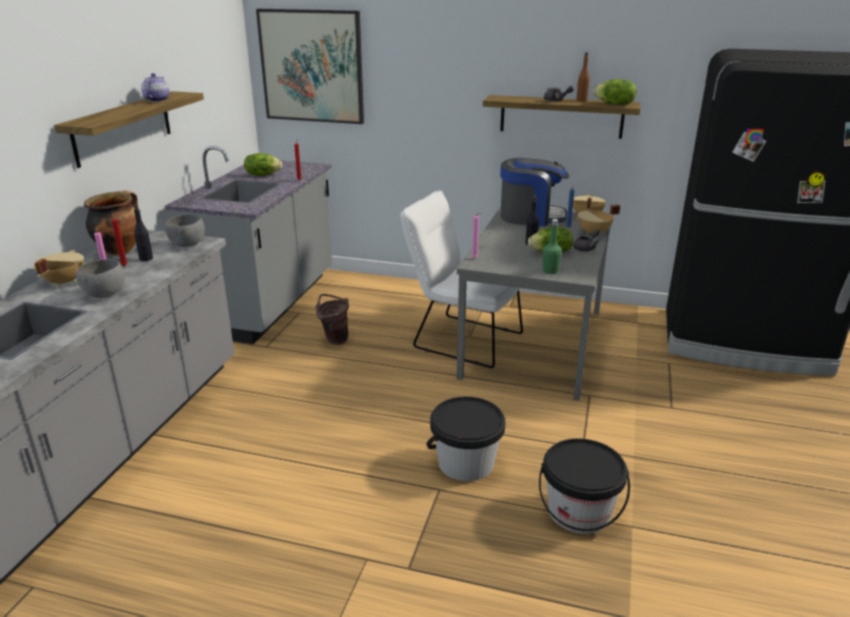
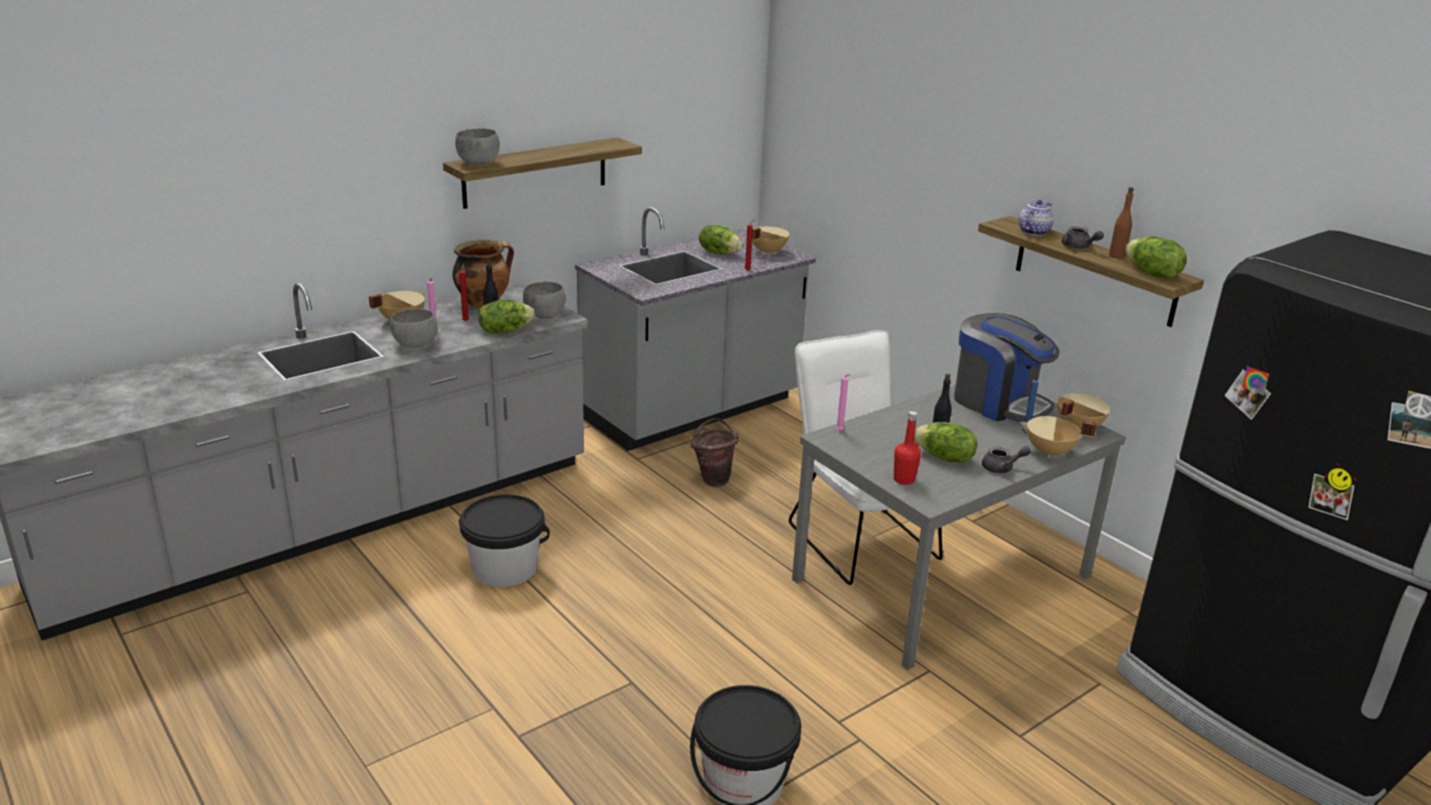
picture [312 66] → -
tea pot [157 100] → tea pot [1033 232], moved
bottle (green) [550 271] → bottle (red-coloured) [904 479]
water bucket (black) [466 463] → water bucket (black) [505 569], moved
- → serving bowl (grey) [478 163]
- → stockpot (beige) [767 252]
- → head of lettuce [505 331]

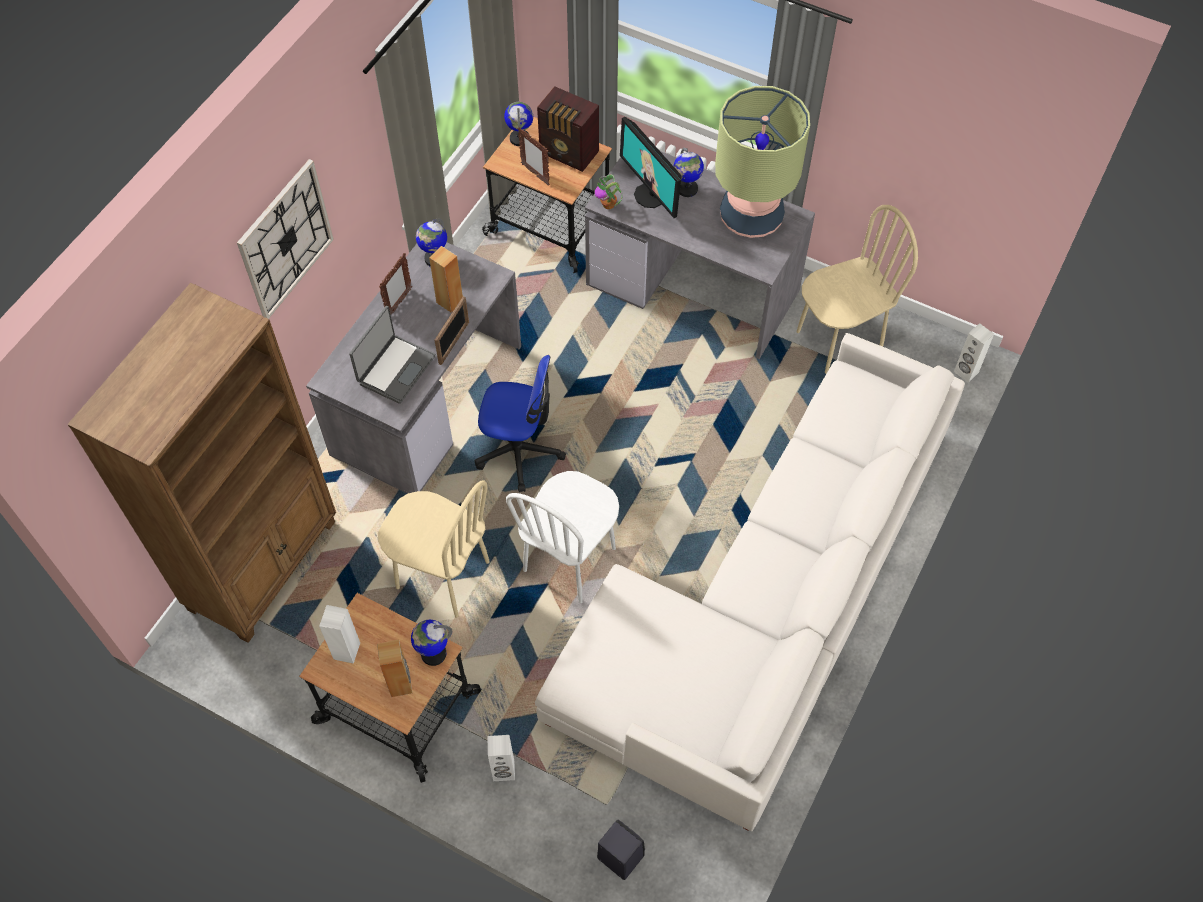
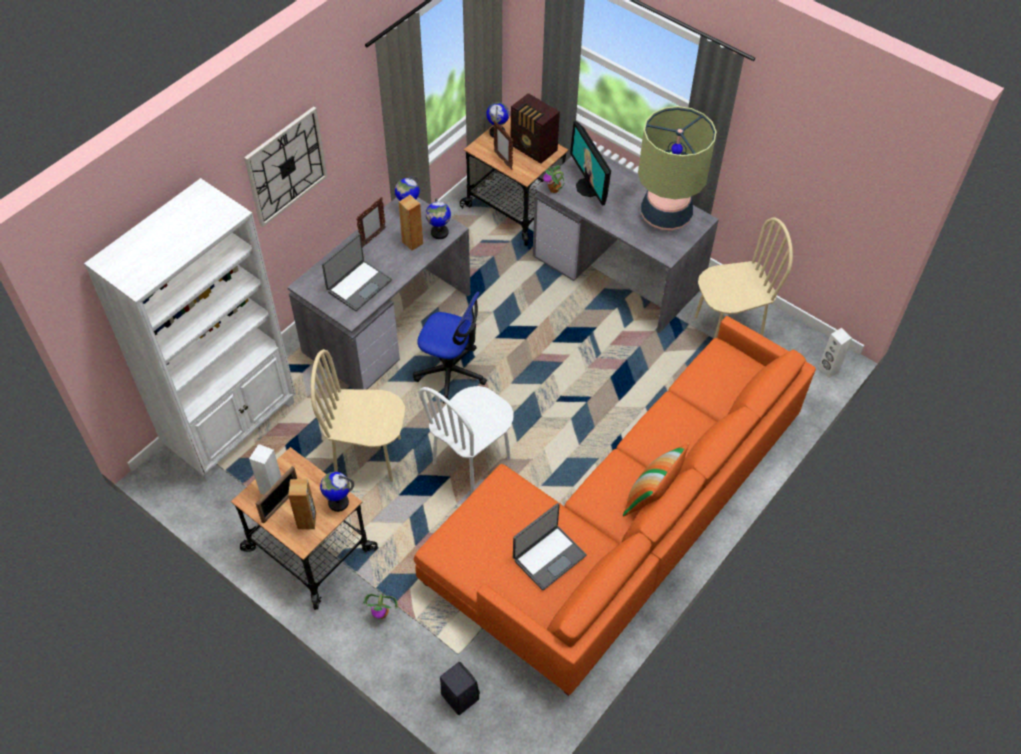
desk globe [687 189] → desk globe [439 233], moved
bookcase (brown) [264 565] → bookcase (white) [232 425]
photo frame [454 343] → photo frame [281 504], moved
sofa (white) [764 607] → sofa (orange-coloured) [620 524]
plain chair (beige) [442 576] → plain chair (beige) [368 457], 150 degrees clockwise
loudspeaker (white) [504 771] → potted plant [382 613]
- → throw pillow [651 497]
- → laptop [548 556]

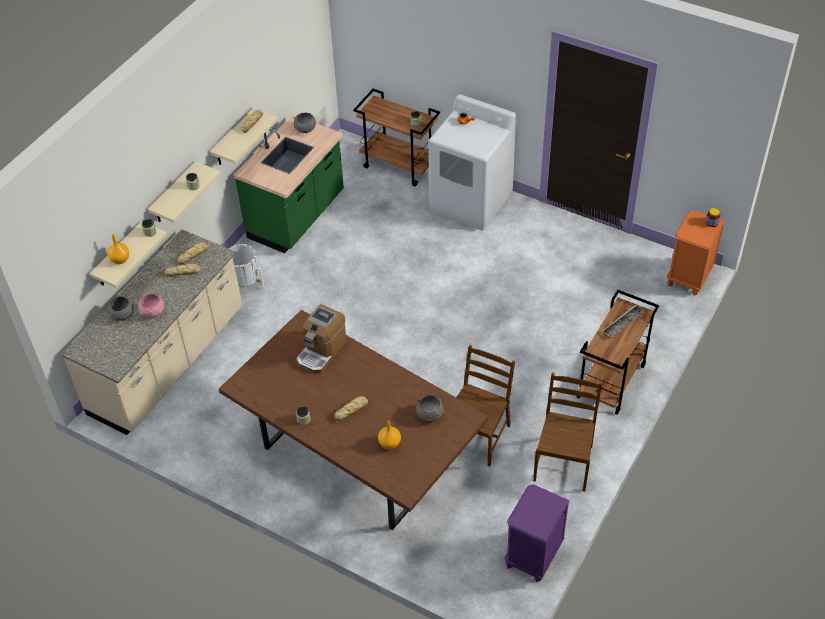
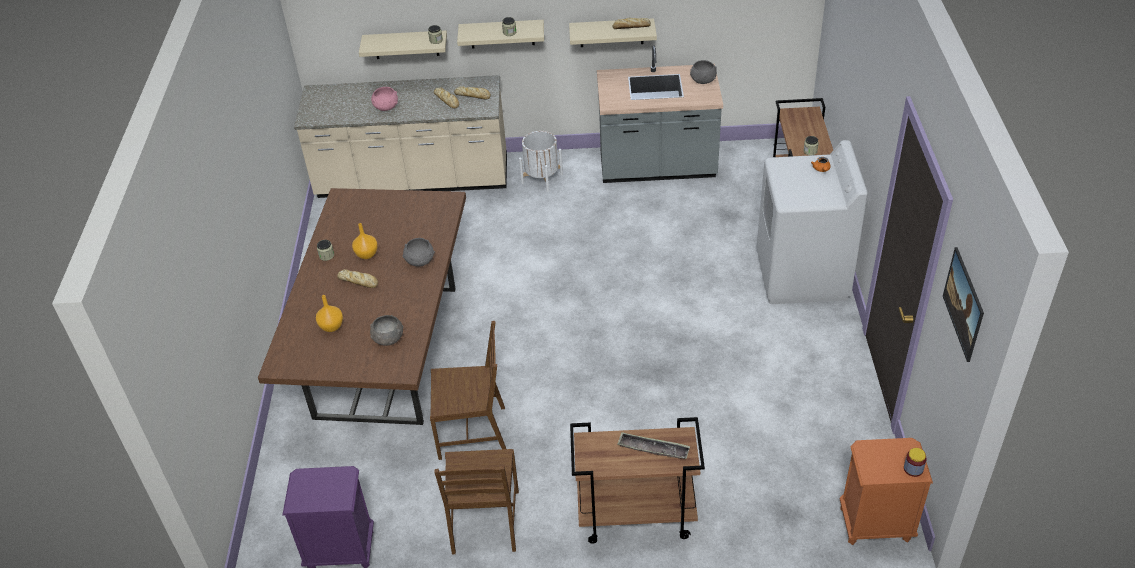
kitchen base unit (green) [297 217] → kitchen base unit (grey) [657 168]
flower vase (orange-coloured) [120 260] → flower vase (orange-coloured) [366 255], moved
serving bowl (grey) [122 315] → serving bowl (grey) [420 261], moved
coffee machine [321 351] → -
plain chair (brown) [563 462] → plain chair (brown) [485 522], 105 degrees clockwise
- → picture [960 316]

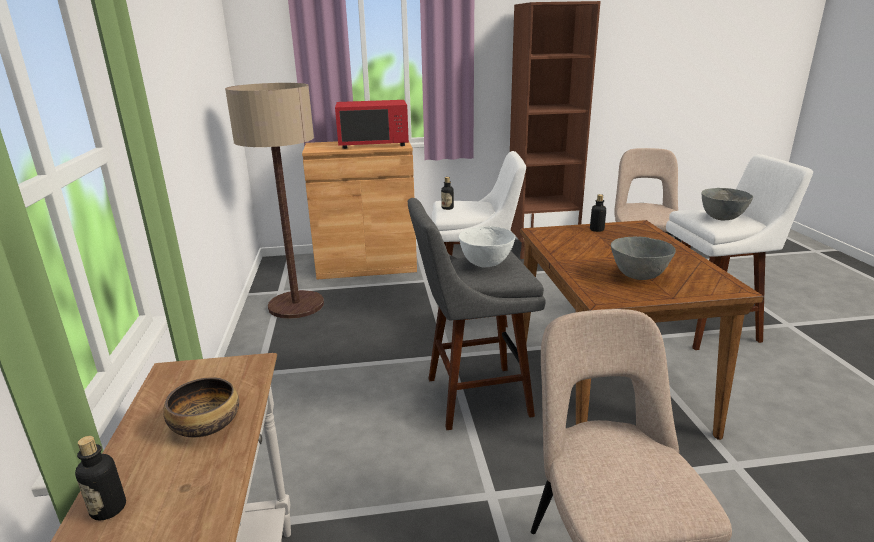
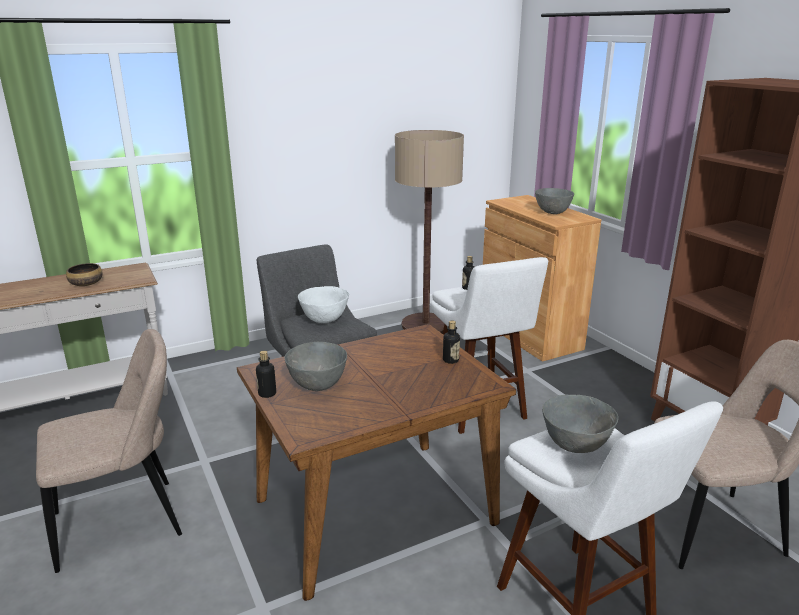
microwave oven (red-coloured) [373 143] → serving bowl (grey) [553 213]
bottle [108 508] → bottle [267 393], moved

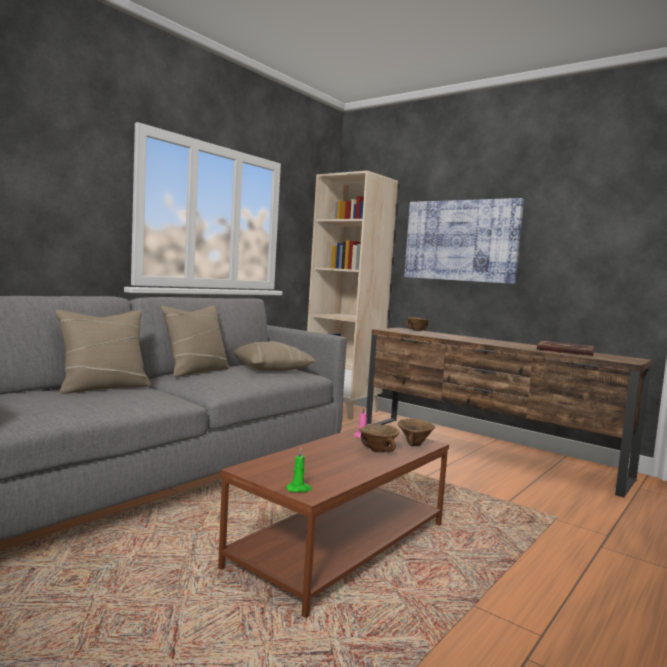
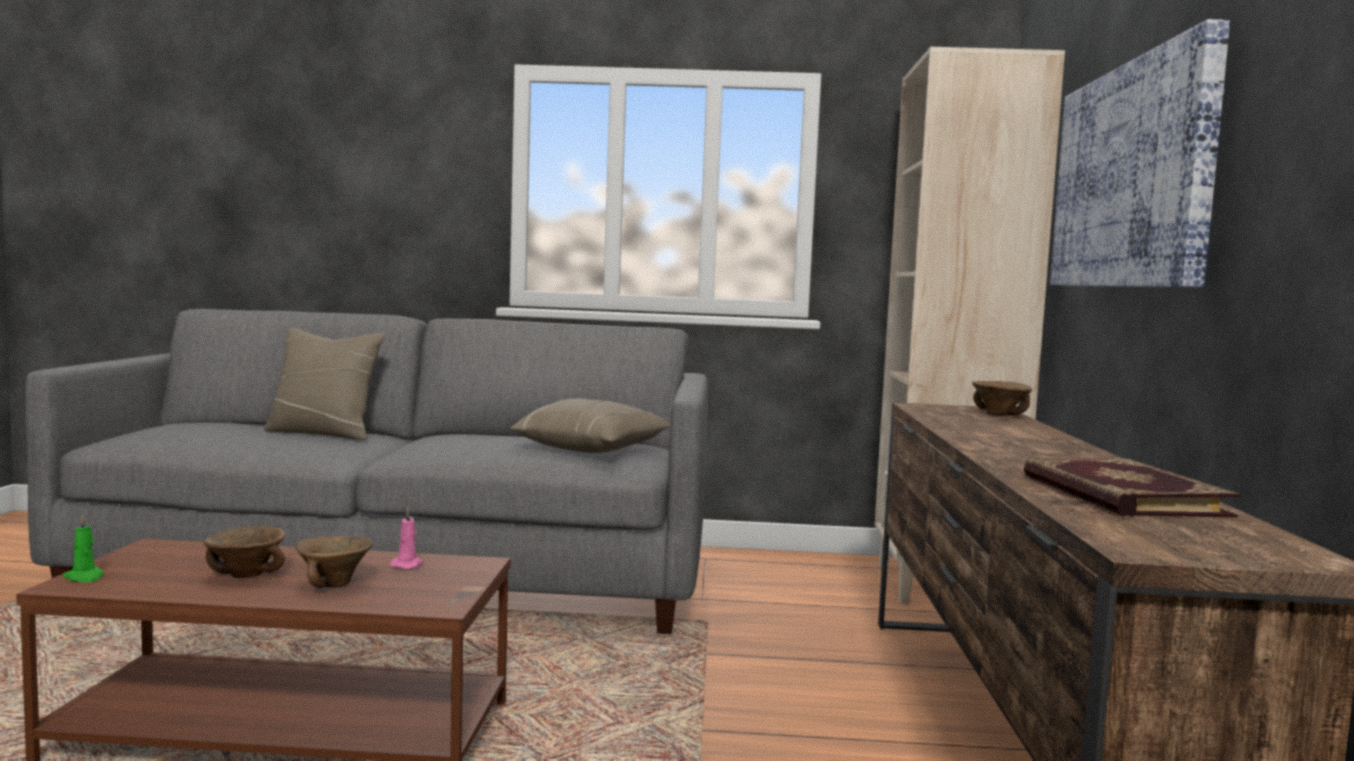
throw pillow (beige) [196 371] → -
serving bowl (brown) [414 444] → serving bowl (brown) [247 575], moved

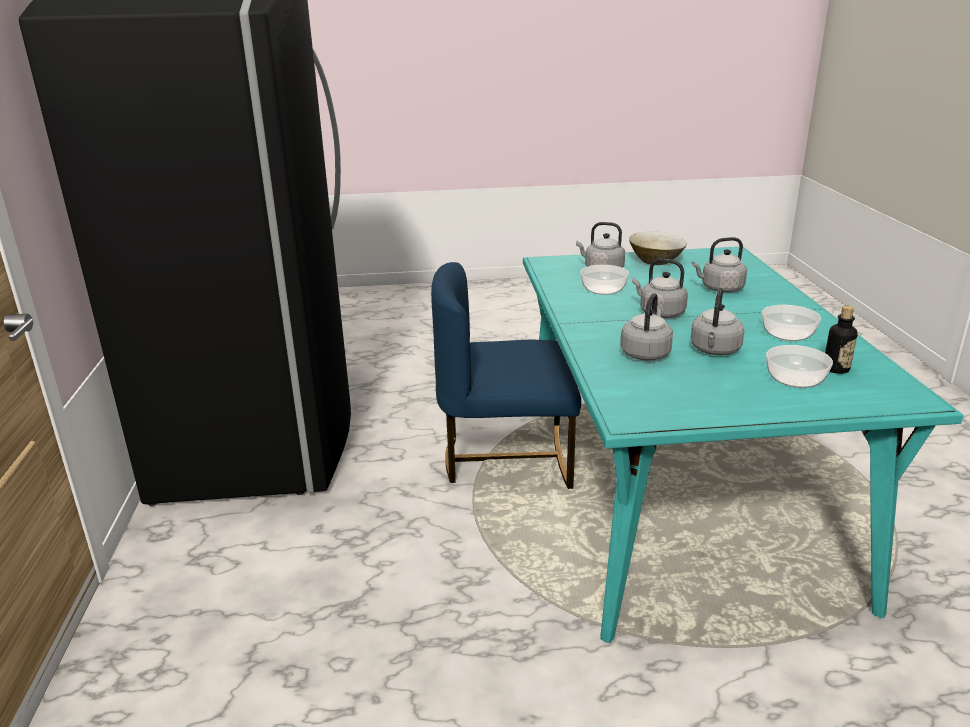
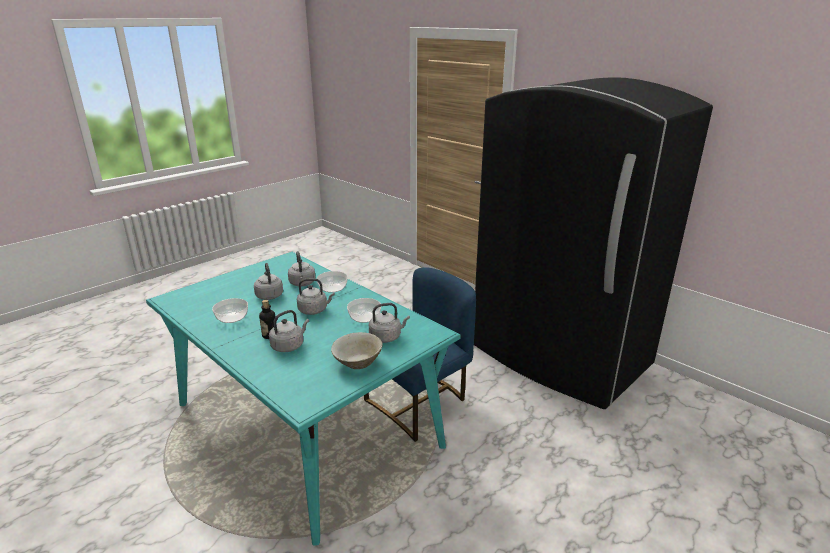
bottle [836 369] → bottle [269 335], moved
serving bowl [795 380] → serving bowl [333 288], moved

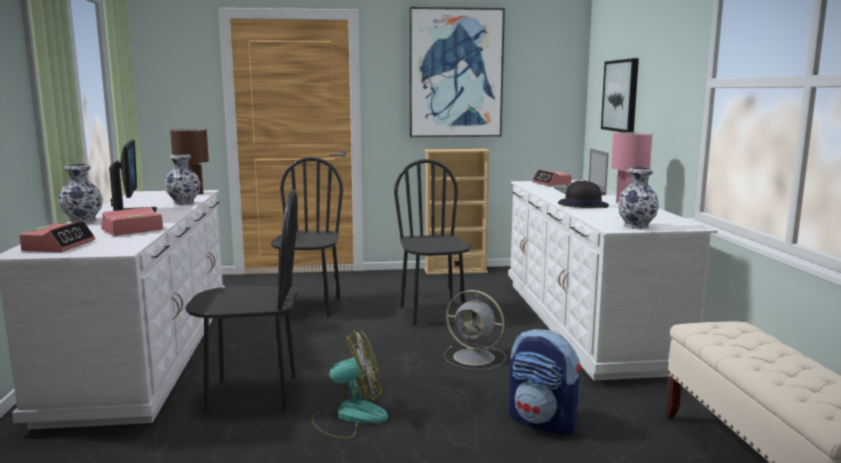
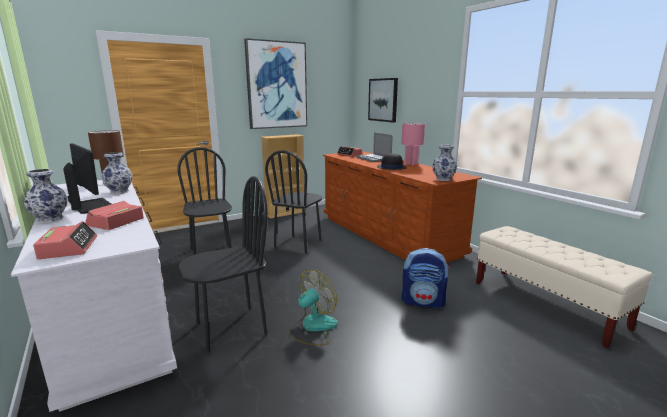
plain chair (black) [433 313] → plain chair (black) [298 244], 120 degrees counterclockwise
drawer chest (white) [584 322] → drawer chest (brown) [386 235]
electric fan (grey) [475 357] → -

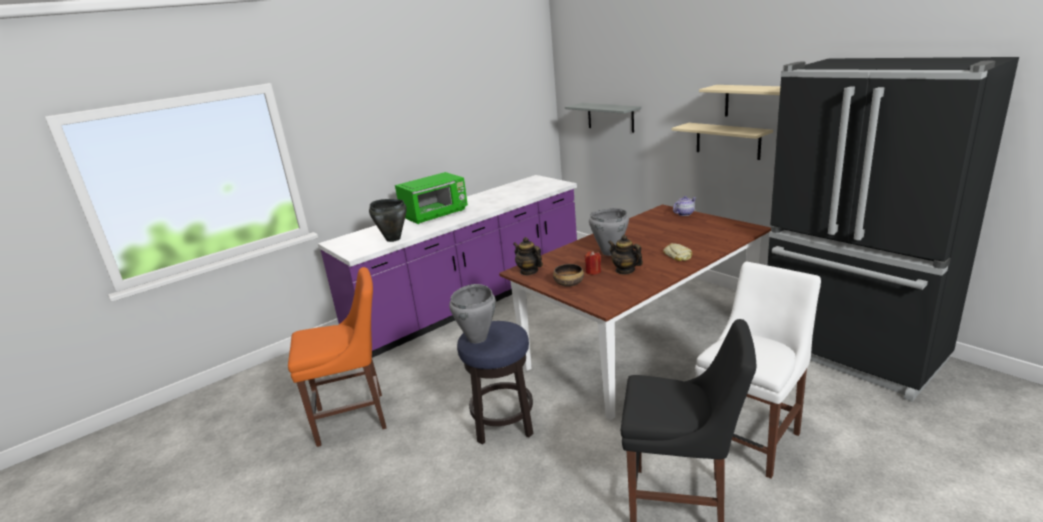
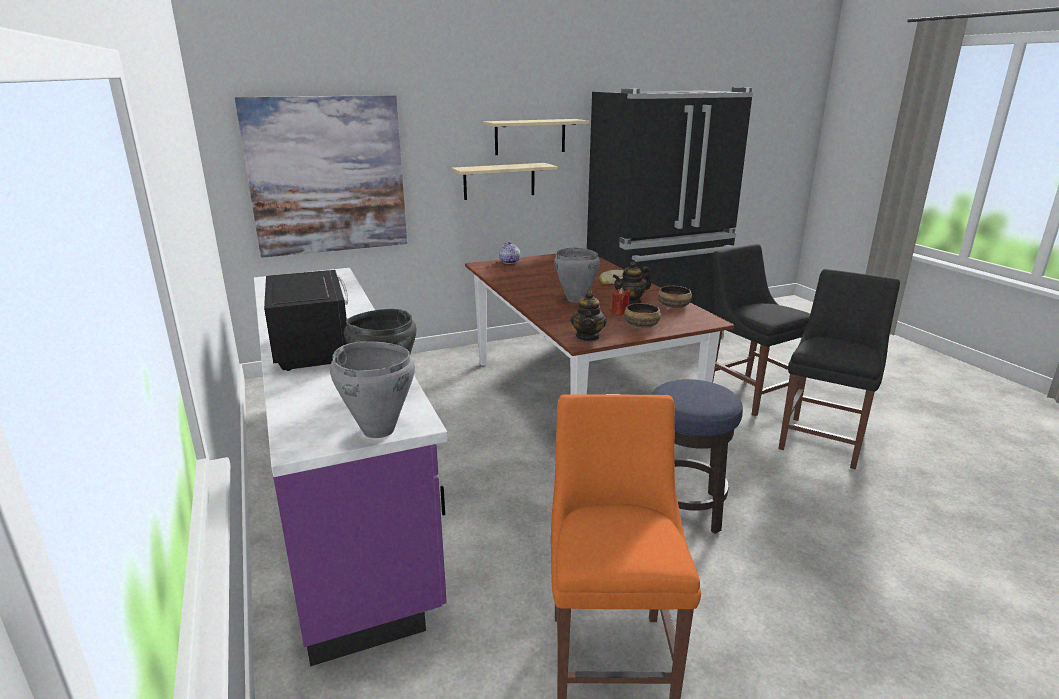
shelf (grey) [610 117] → picture [327 176]
microwave oven (green) [435 214] → microwave oven (black) [313 348]
tea pot [529 271] → tea pot [588 337], 60 degrees counterclockwise
plain chair (white) [752 437] → plain chair (black) [747 393]
stockpot (grey) [478 338] → stockpot (grey) [378 430], moved
- → serving bowl [673 306]

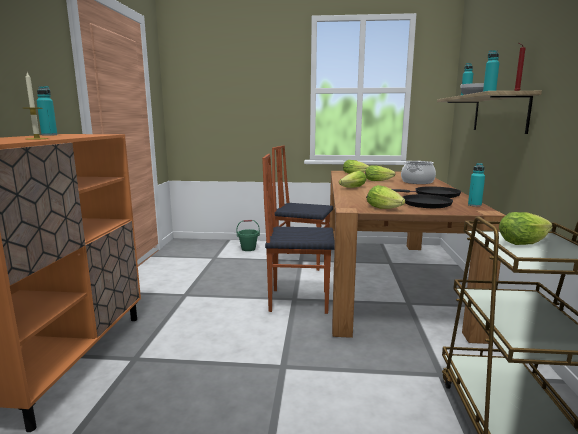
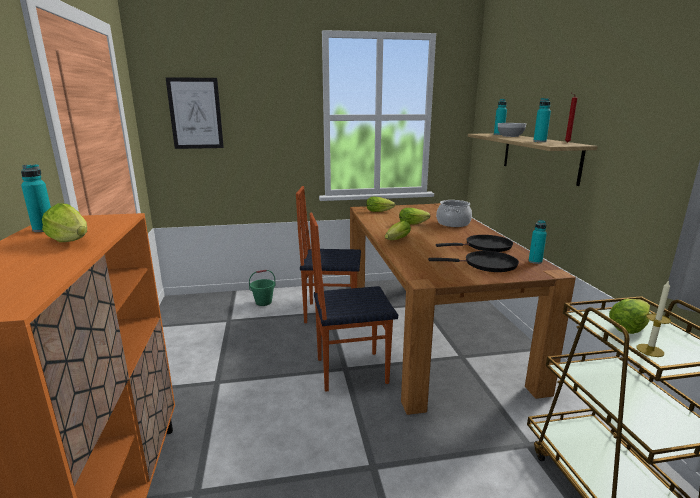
wax candle [37 139] → wax candle [650 350], moved
head of lettuce [385 208] → head of lettuce [71 241], moved
- → picture [195 113]

